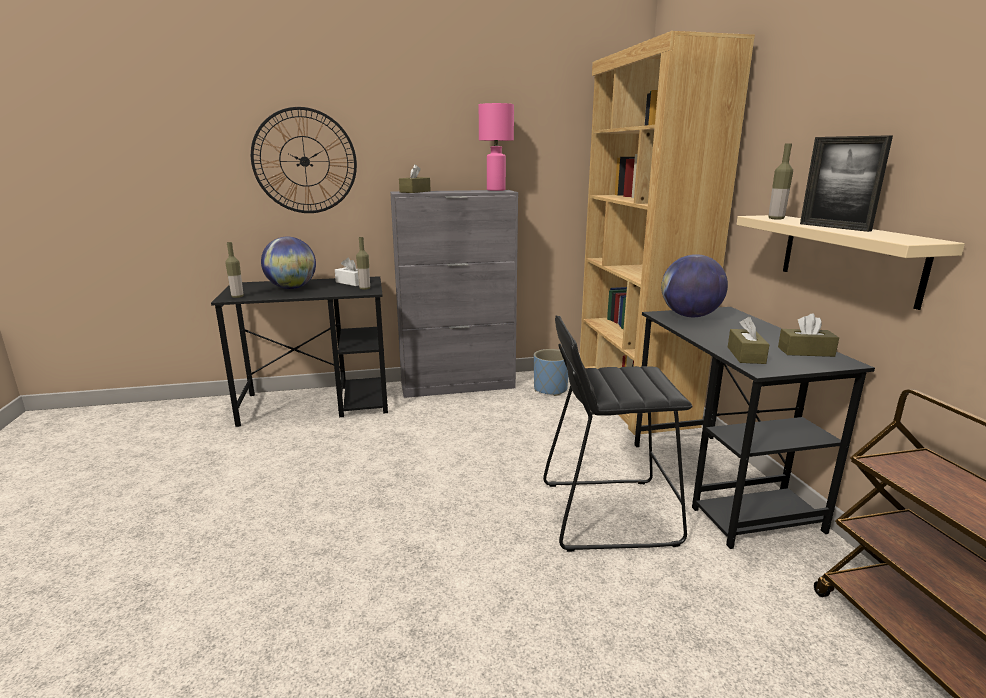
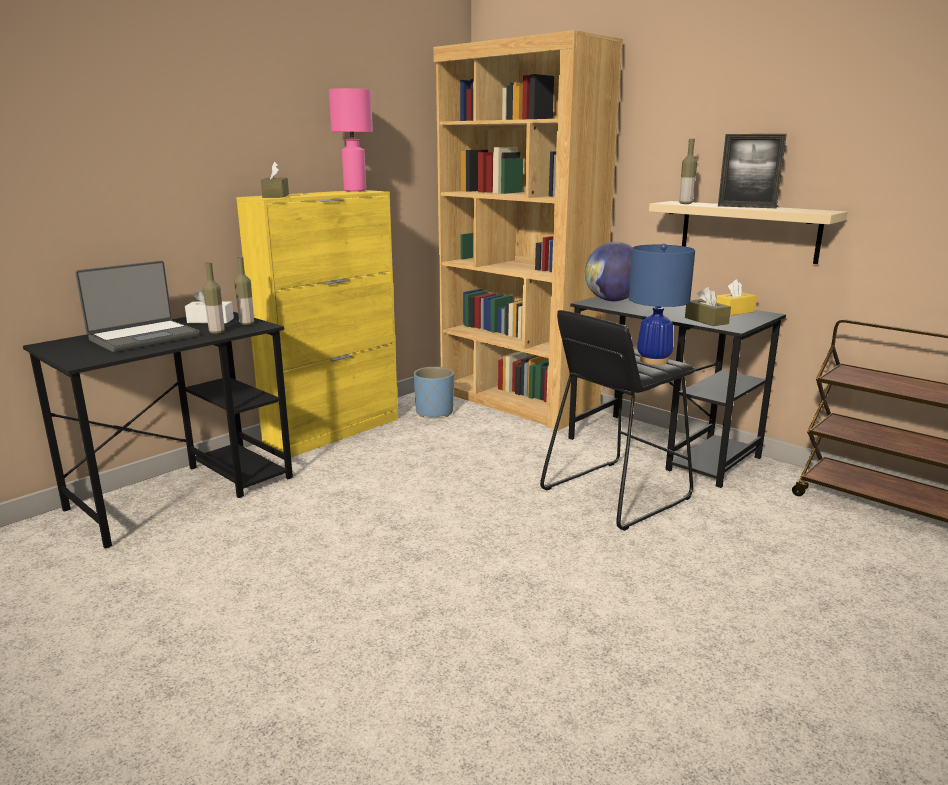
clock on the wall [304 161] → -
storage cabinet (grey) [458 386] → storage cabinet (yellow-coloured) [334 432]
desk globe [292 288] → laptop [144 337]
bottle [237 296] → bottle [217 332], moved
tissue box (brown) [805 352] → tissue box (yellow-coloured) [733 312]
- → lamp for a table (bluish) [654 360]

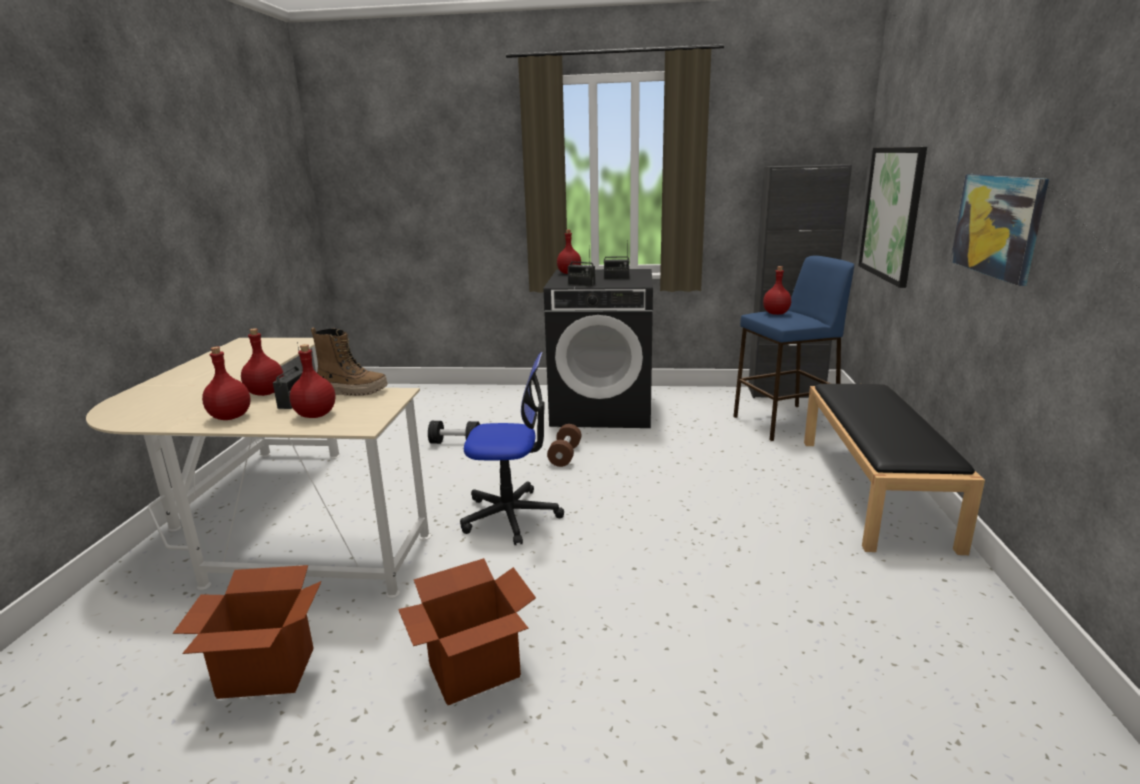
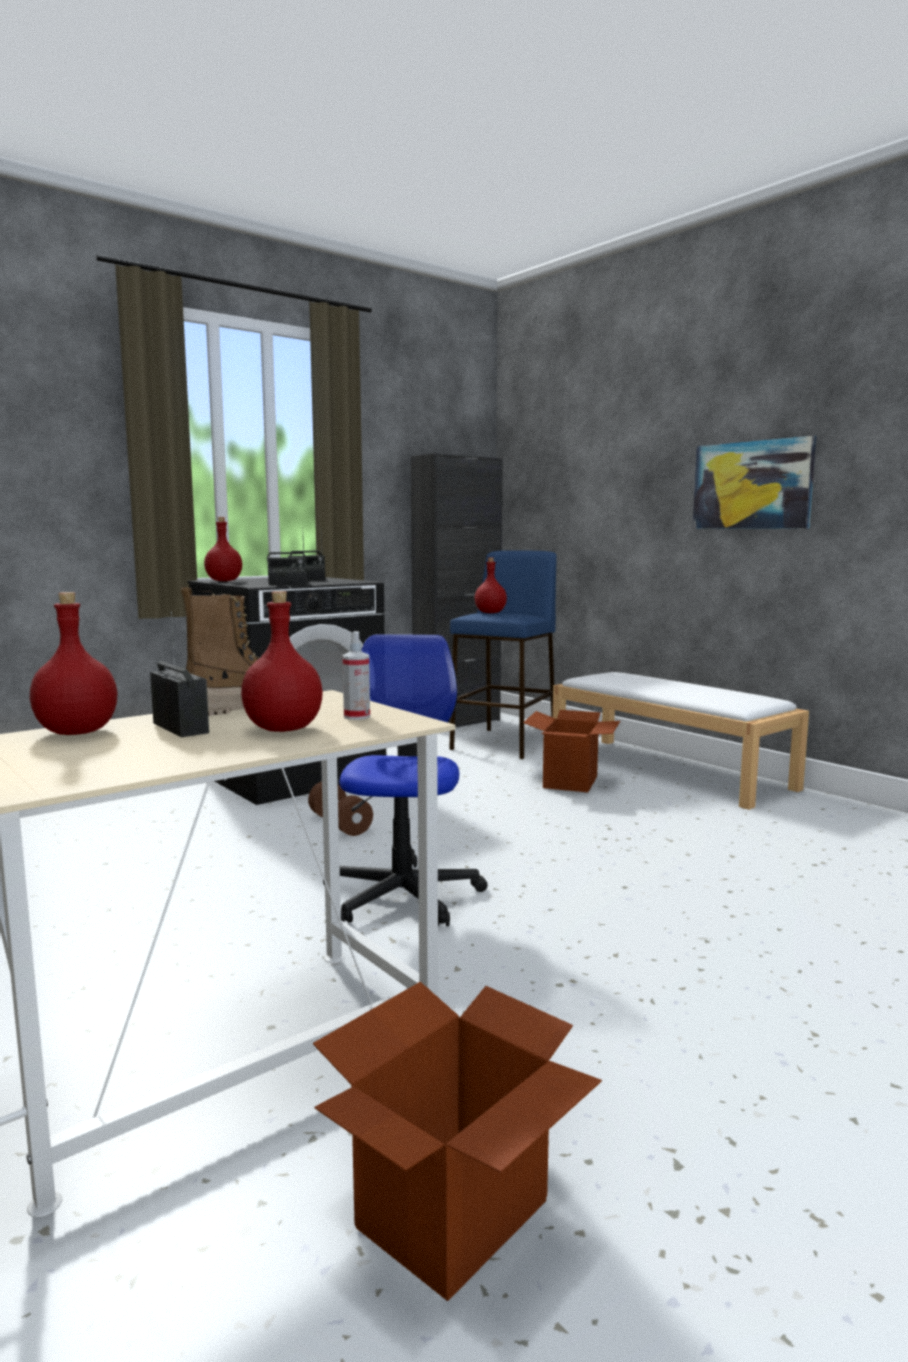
picture [891 213] → -
bottle (red-coloured) [229 417] → -
computer chair [511 516] → computer chair [402 896], 45 degrees counterclockwise
indoor bench (black) [874 490] → indoor bench (white) [669 770]
hand weight (black) [455 443] → -
cardboard box [474 671] → cardboard box [570 782], moved
- → spray bottle [357 717]

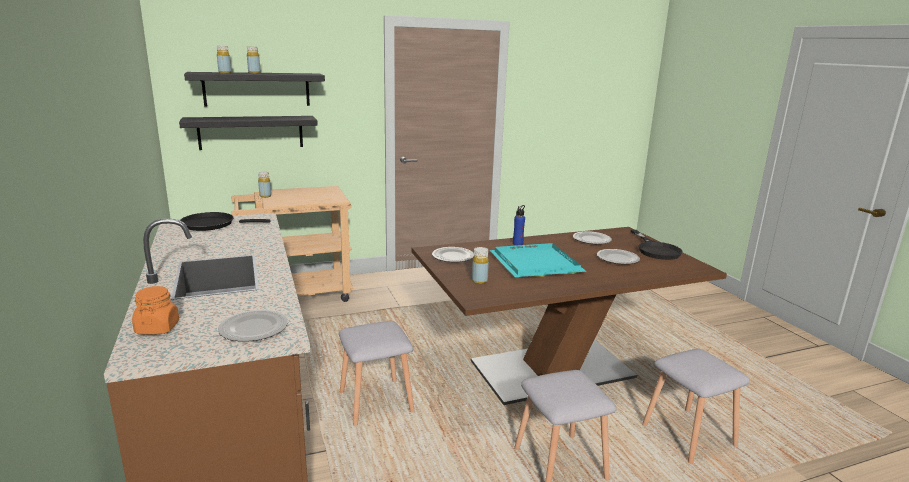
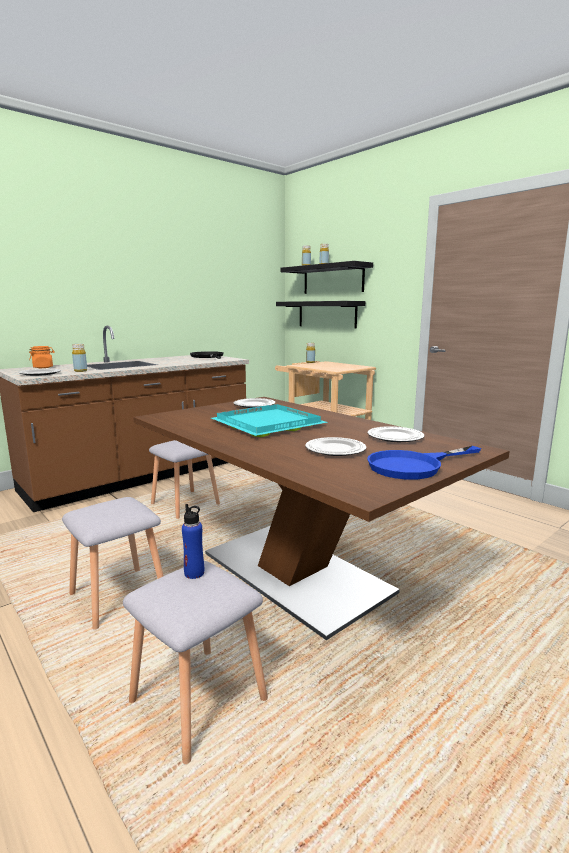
bottle (bluish) [518 243] → bottle (bluish) [194 573], moved
frying pan (black) [655 249] → frying pan (bluish) [414 466]
bottle (yellow-coloured) [479 281] → bottle (yellow-coloured) [80 371], moved

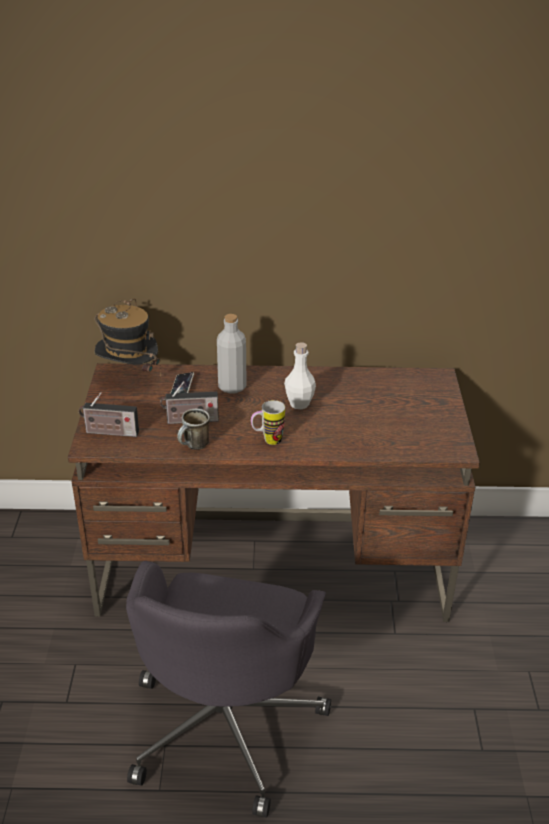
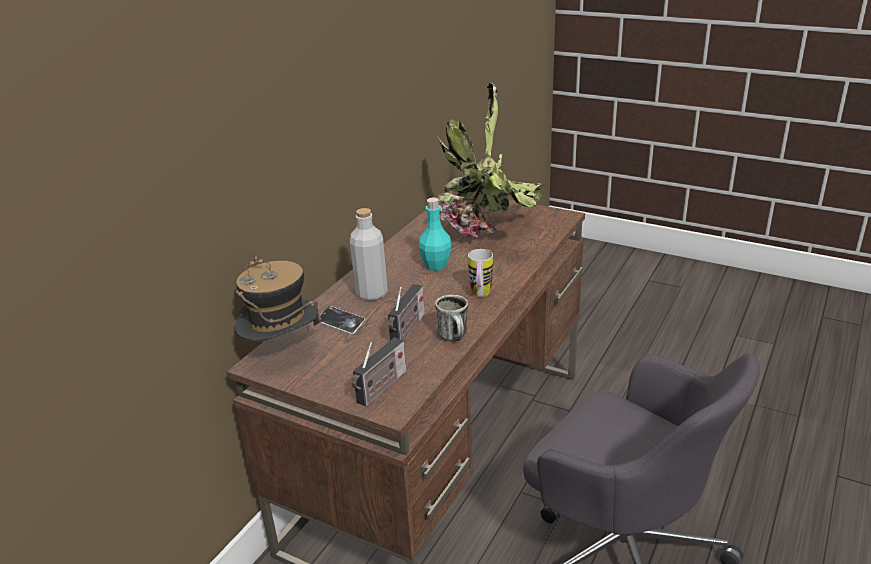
bottle (white) [299 404] → bottle (turquoise) [436 265]
- → potted plant [491 231]

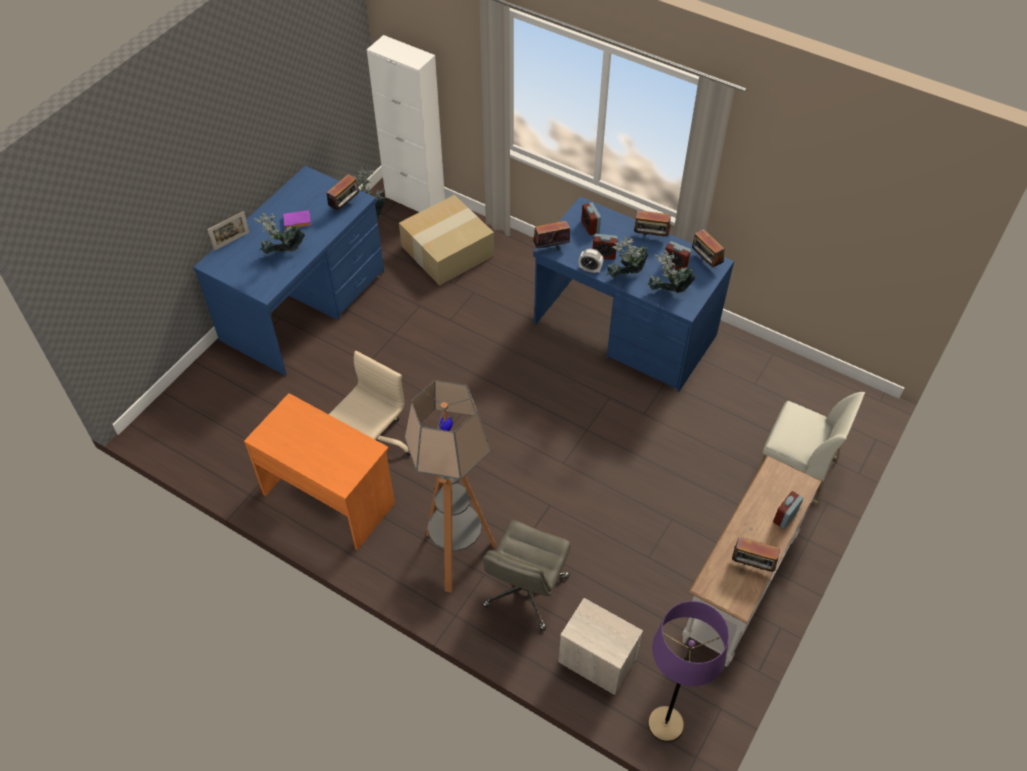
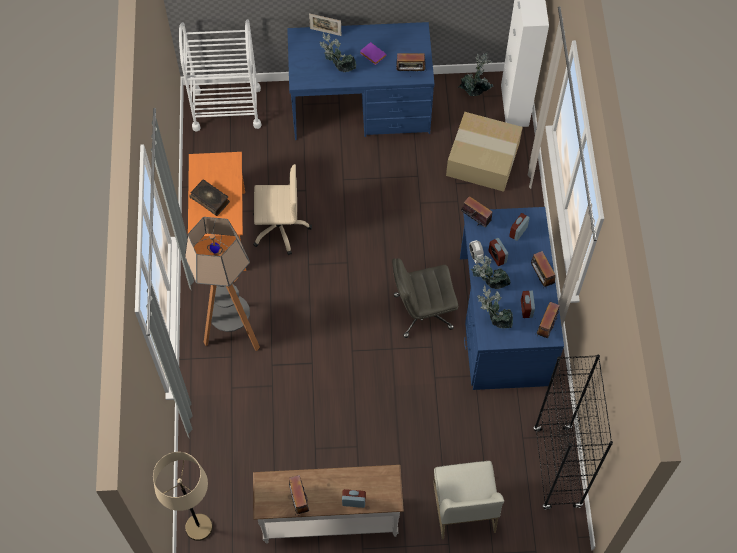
computer chair (grey) [525 592] → computer chair (grey) [422 312], moved
bedside table [596 660] → -
floor lamp (purple) [665 724] → floor lamp (beige) [199 527]
- → cart (white) [226 108]
- → book [210 200]
- → bookcase (black) [557 468]

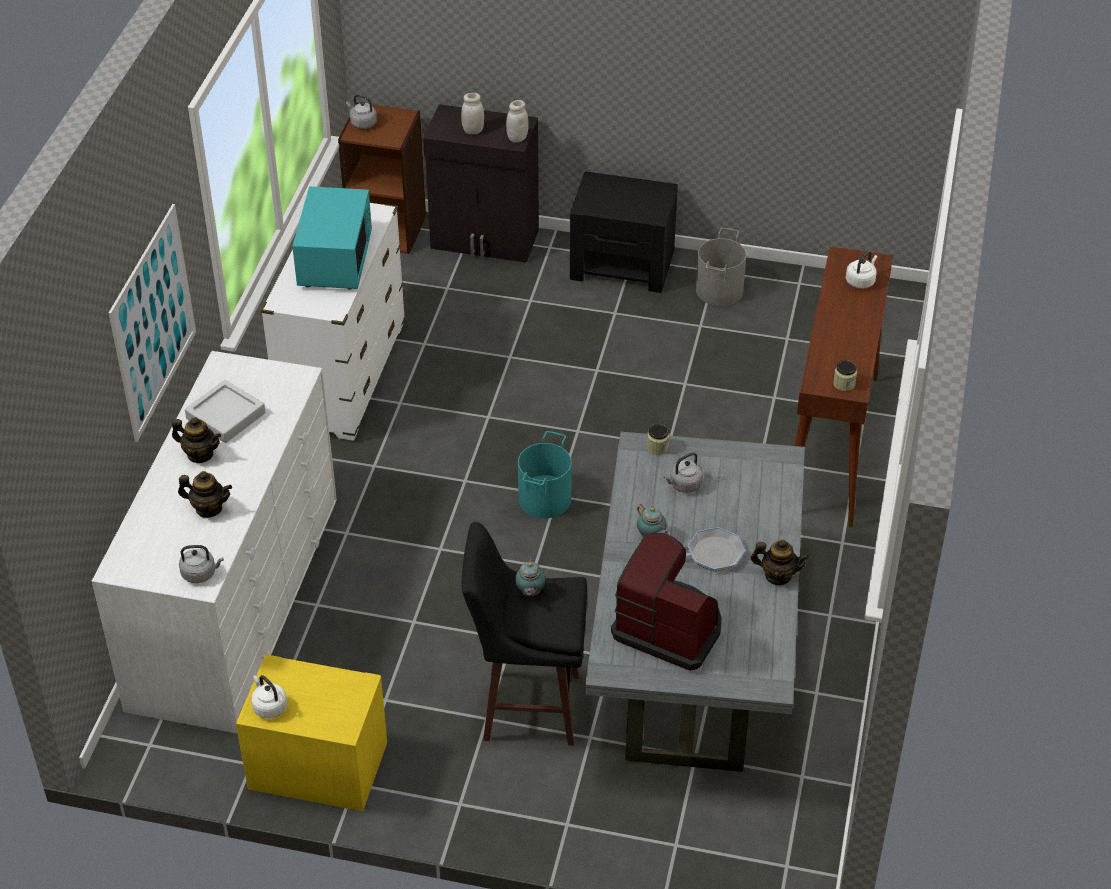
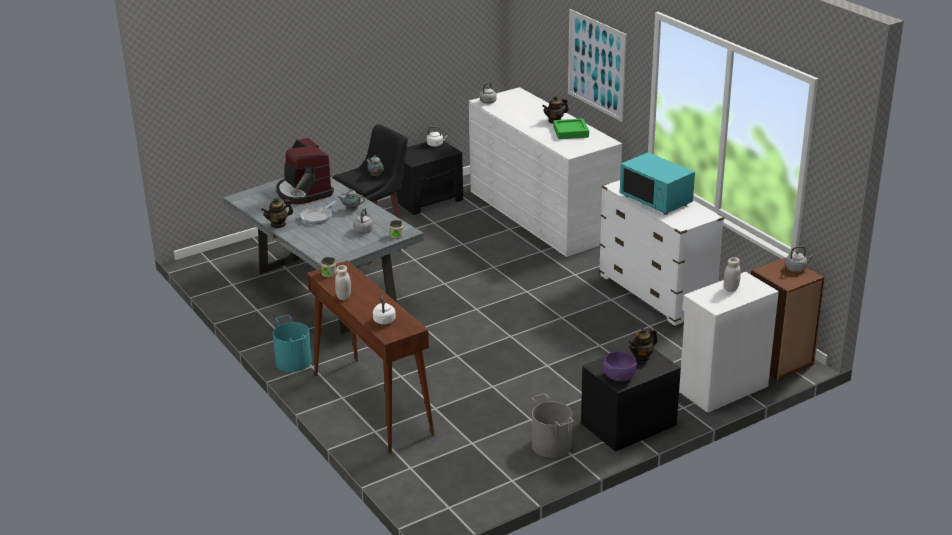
preserve jar (white) [517 138] → preserve jar (white) [344 297], moved
storage cabinet (black) [485 240] → storage cabinet (white) [722 388]
carrying tray (grey) [226 416] → carrying tray (green) [570 132]
water bucket (turquoise) [544 498] → water bucket (turquoise) [294 361], moved
tea pot [208 508] → tea pot [642 357], moved
coffee machine [669 627] → coffee machine [303 192], 75 degrees clockwise
bedside table (yellow-coloured) [317 765] → bedside table (black) [428 199]
- → serving bowl (purple) [619 376]

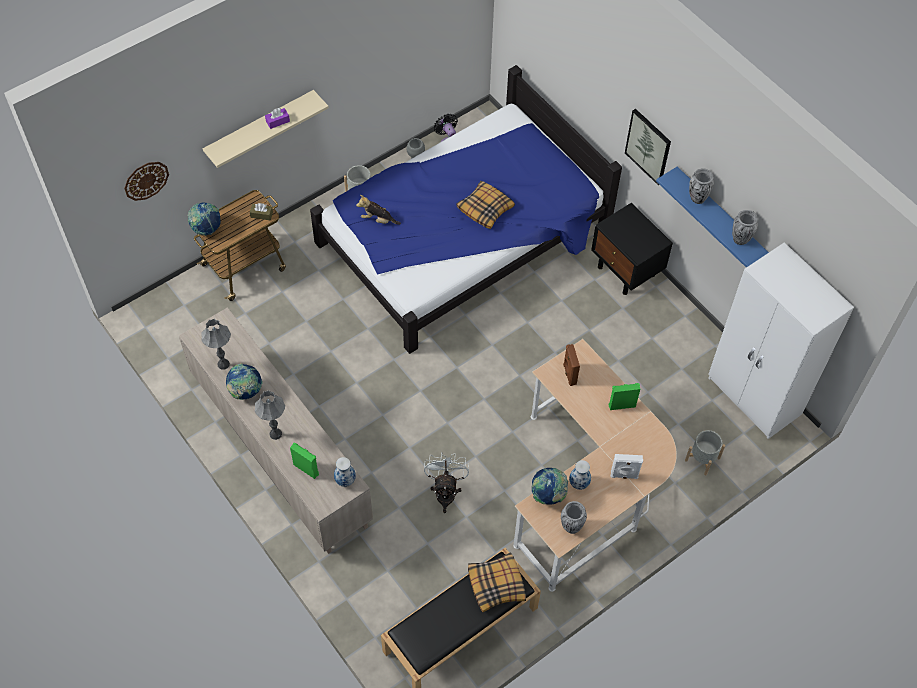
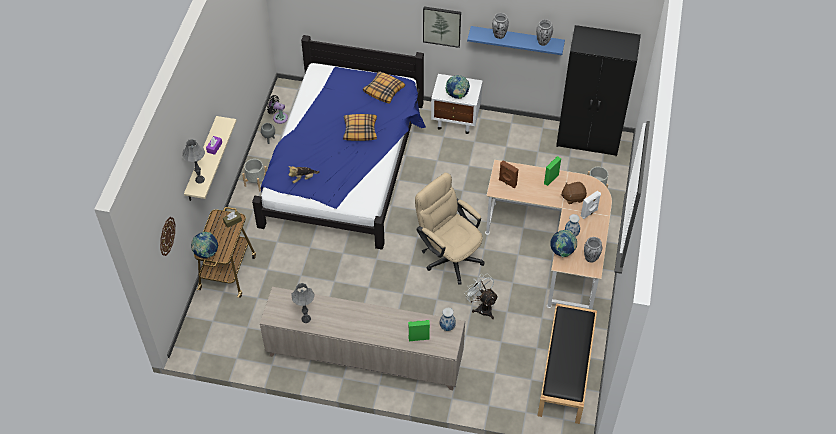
bedside table (black) [626 271] → bedside table (white) [456 120]
armoire (white) [754 397] → armoire (black) [589 140]
desk globe [245 391] → desk globe [457 95], moved
lamp for a table (grey) [275 434] → lamp for a table (grey) [199 179], moved
throw pillow [497 585] → throw pillow [384 90], moved
- → computer chair (beige) [449 255]
- → cuddly toy (brown) [573 197]

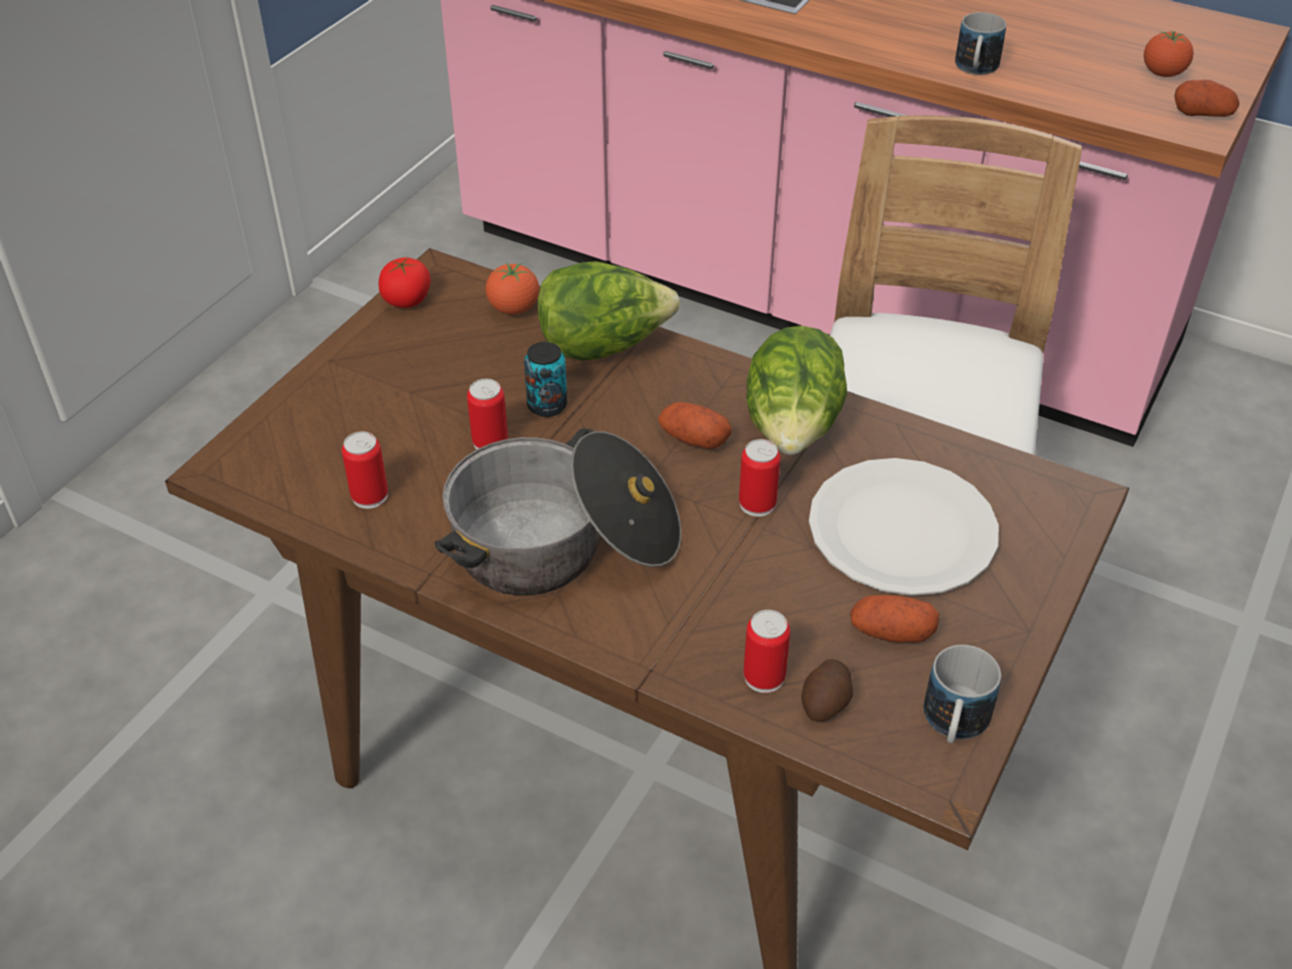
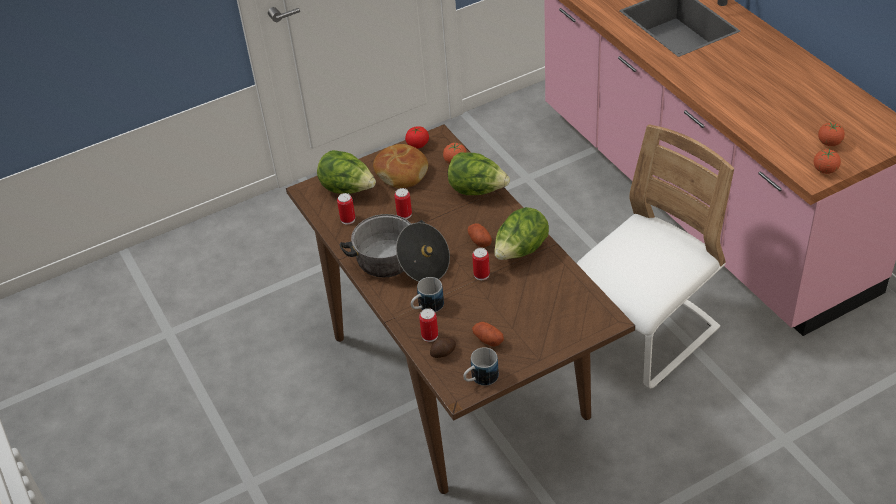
coffee mug [975 70] → coffee mug [426 307], moved
whole potato [1202 114] → fresh tomato [825 170]
can [547 405] → -
flat dish (white) [902 529] → -
- → bakery bread [402 172]
- → head of lettuce [348 189]

